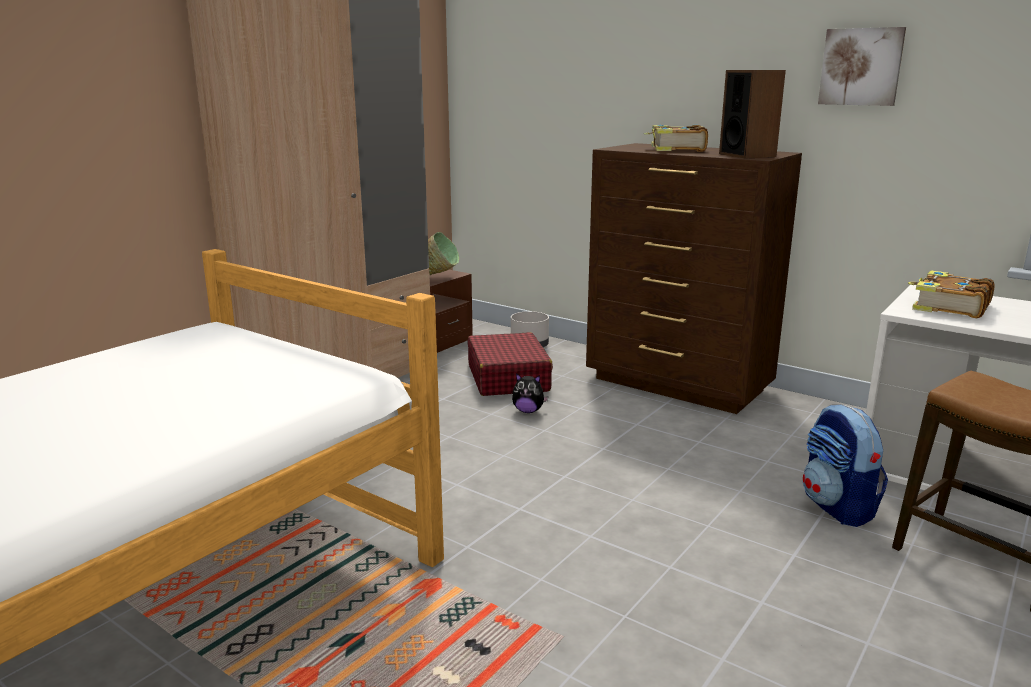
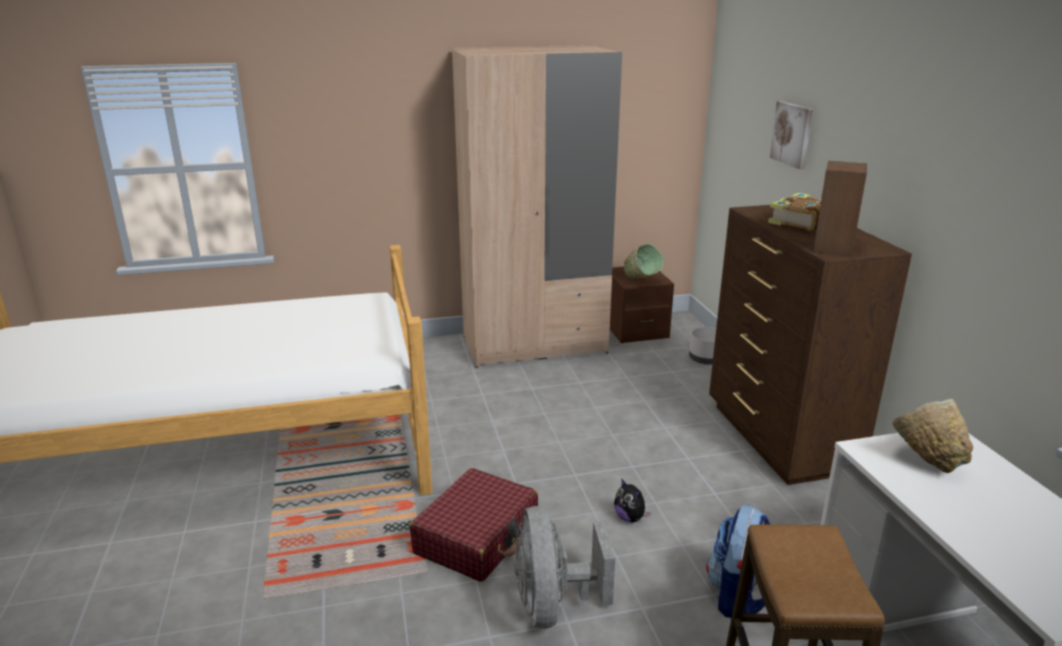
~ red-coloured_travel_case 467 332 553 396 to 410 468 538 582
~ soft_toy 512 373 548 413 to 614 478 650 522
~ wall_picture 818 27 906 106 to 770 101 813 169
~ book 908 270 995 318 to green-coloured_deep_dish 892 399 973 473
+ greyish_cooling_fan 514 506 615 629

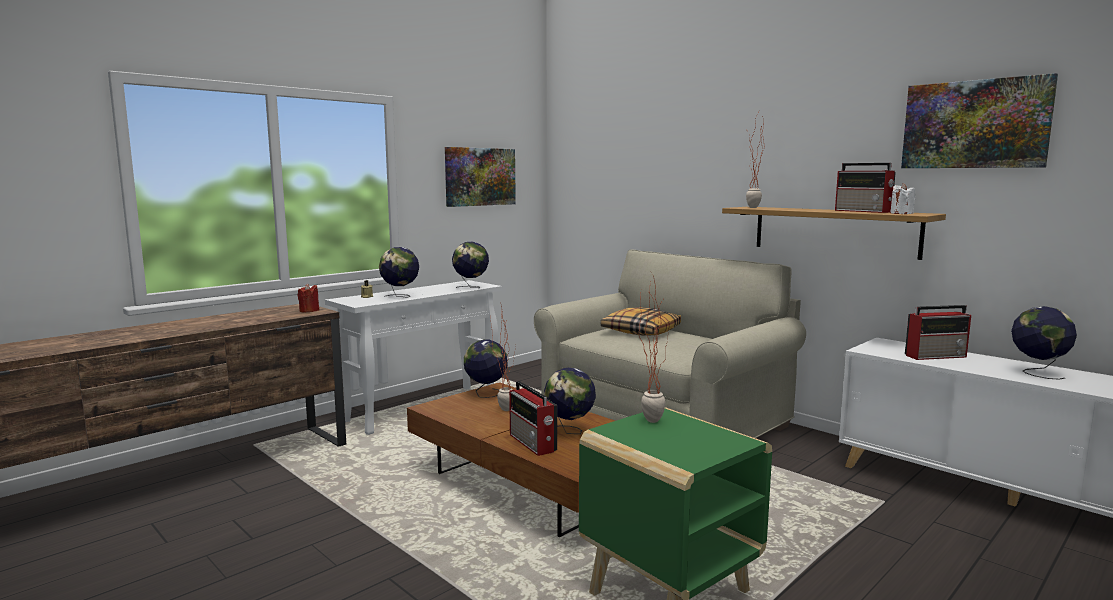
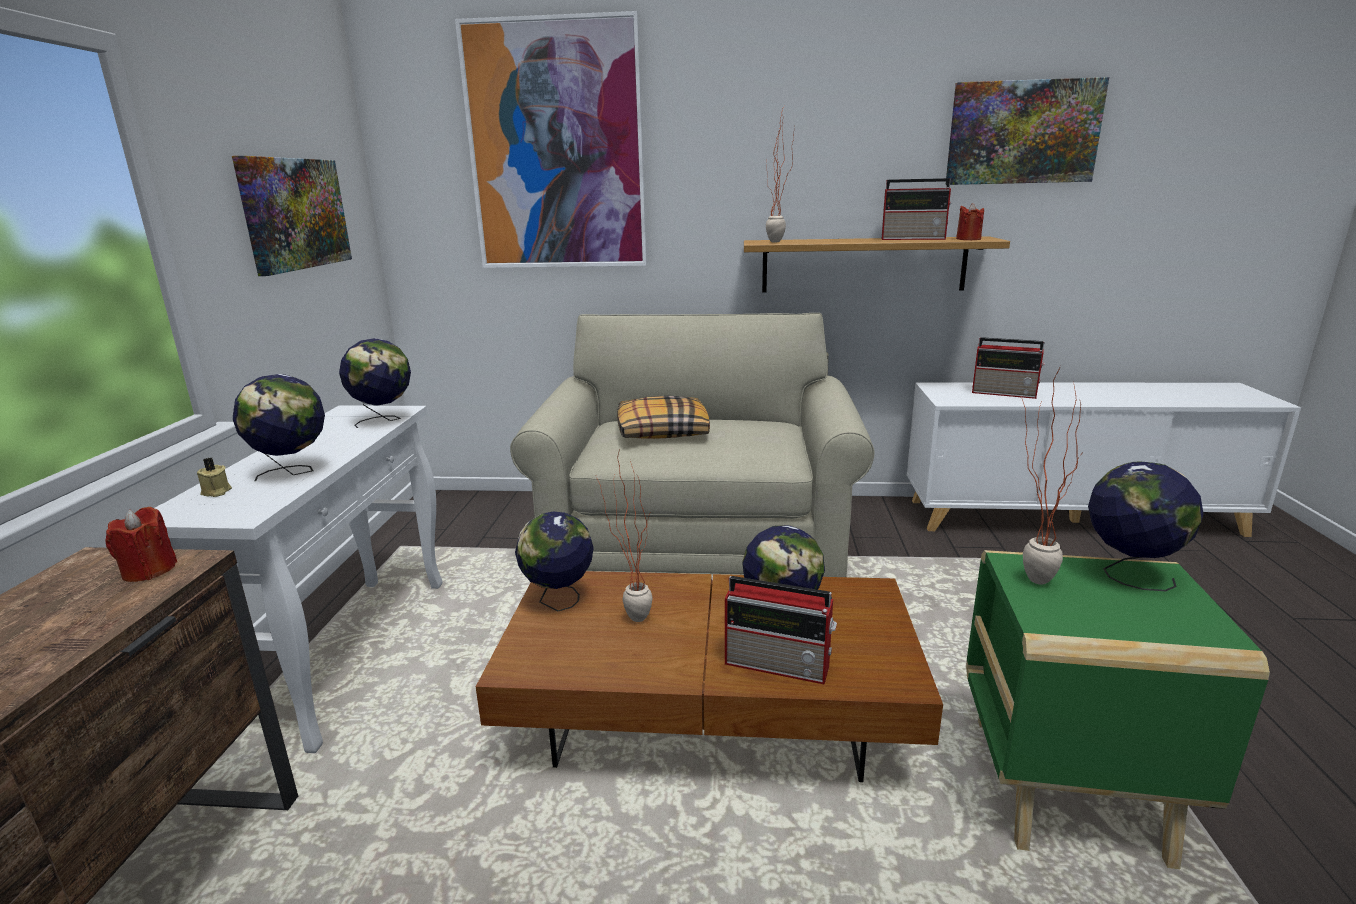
~ white_wax_light 890 183 916 214 to red-coloured_wax_light 956 203 984 240
~ radio_receiver 905 305 971 360 = 972 337 1045 399 75 degrees clockwise
~ desk_globe 1011 306 1077 380 to 1088 461 1204 591
+ wall_picture 455 11 647 268

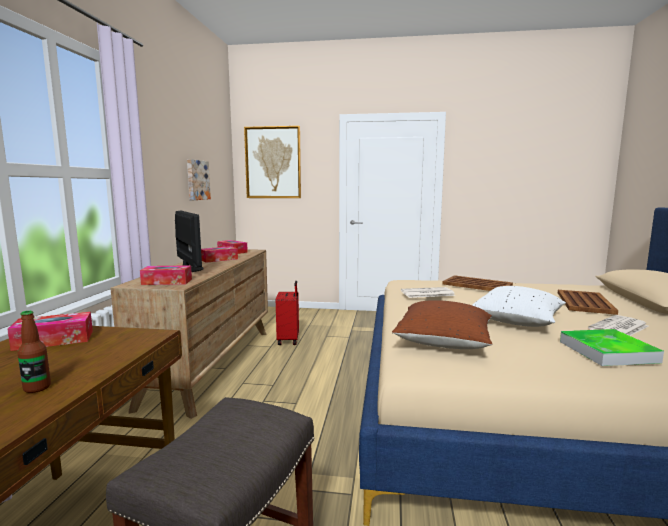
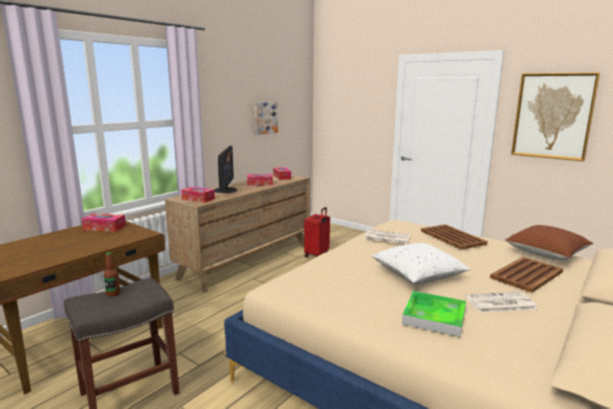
~ beverage_bottle 17 311 51 393 to 104 252 120 297
~ wall_picture 244 126 301 198 to 511 72 600 161
~ brown-coloured_cushion 392 300 493 349 to 505 225 593 260

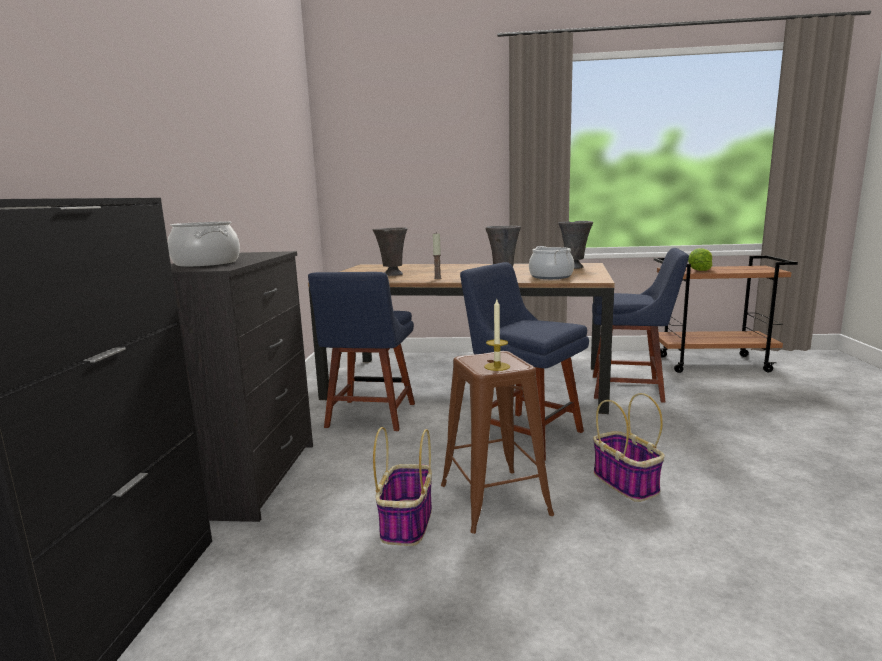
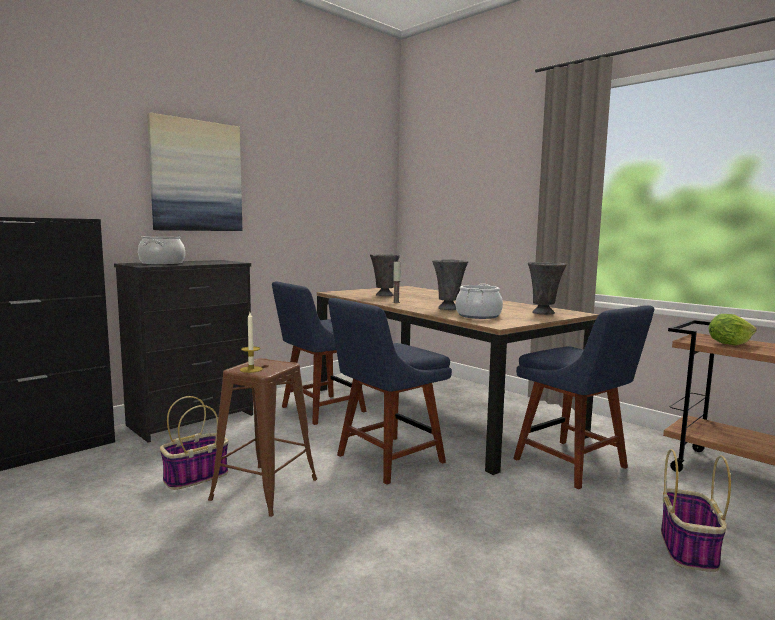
~ blue-coloured_plain_chair 460 262 589 460 = 328 298 452 485 120 degrees counterclockwise
~ household_basket 593 393 665 502 to 661 449 731 572
+ wall_picture 147 113 242 231

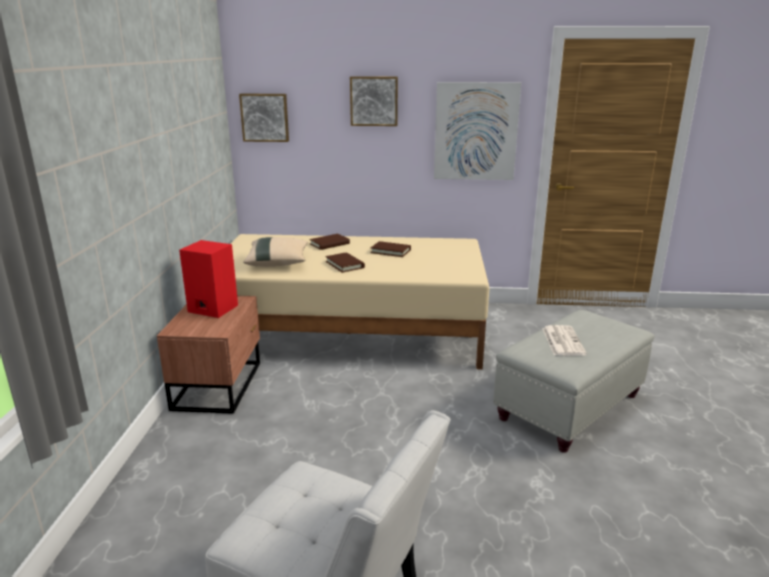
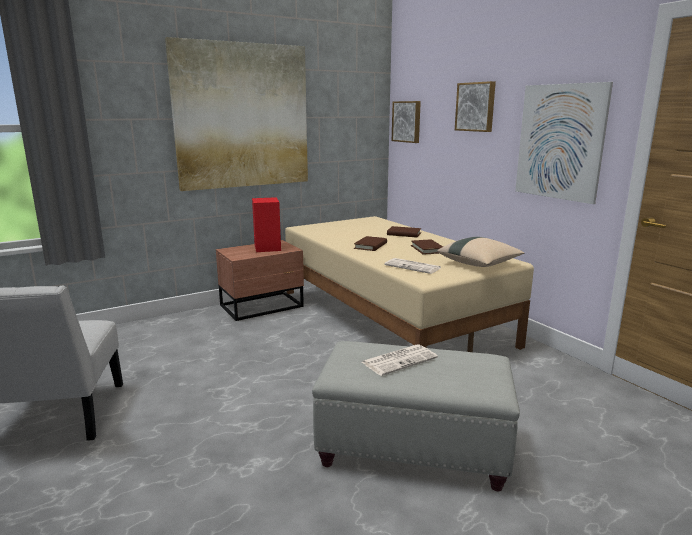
~ beige-coloured_cushion 244 237 308 267 to 437 237 525 267
+ wall_picture 165 37 308 191
+ newspaper 384 258 441 274

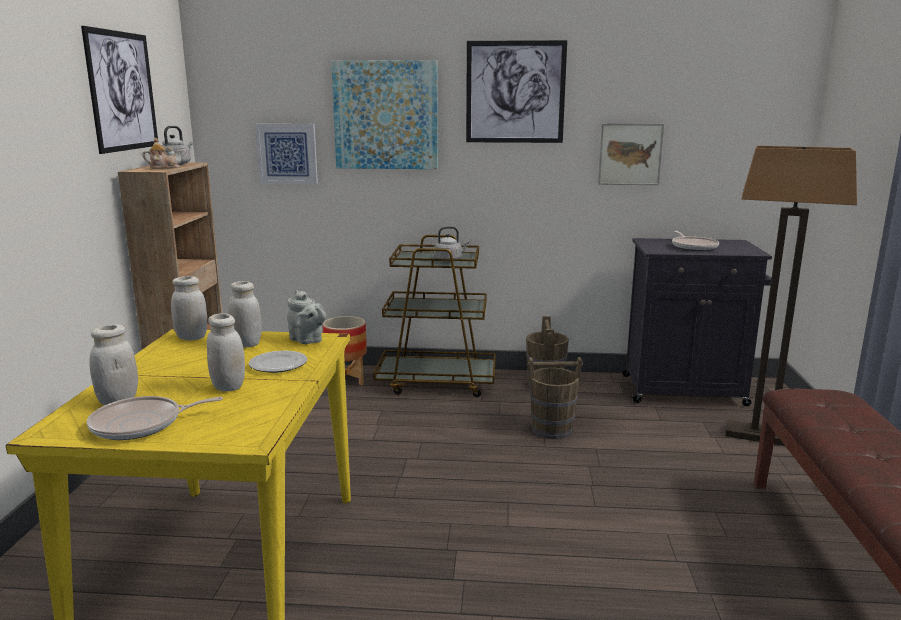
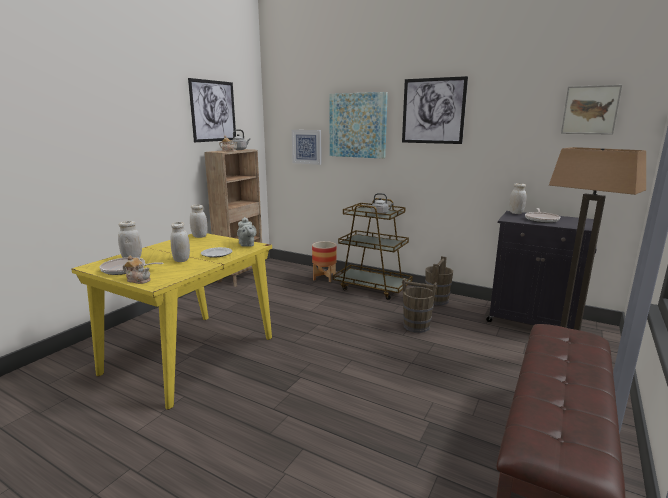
~ white_storage_jar 228 281 262 348 to 509 183 527 214
~ wall_picture 598 123 664 185 to 561 85 622 135
+ teapot 123 256 151 284

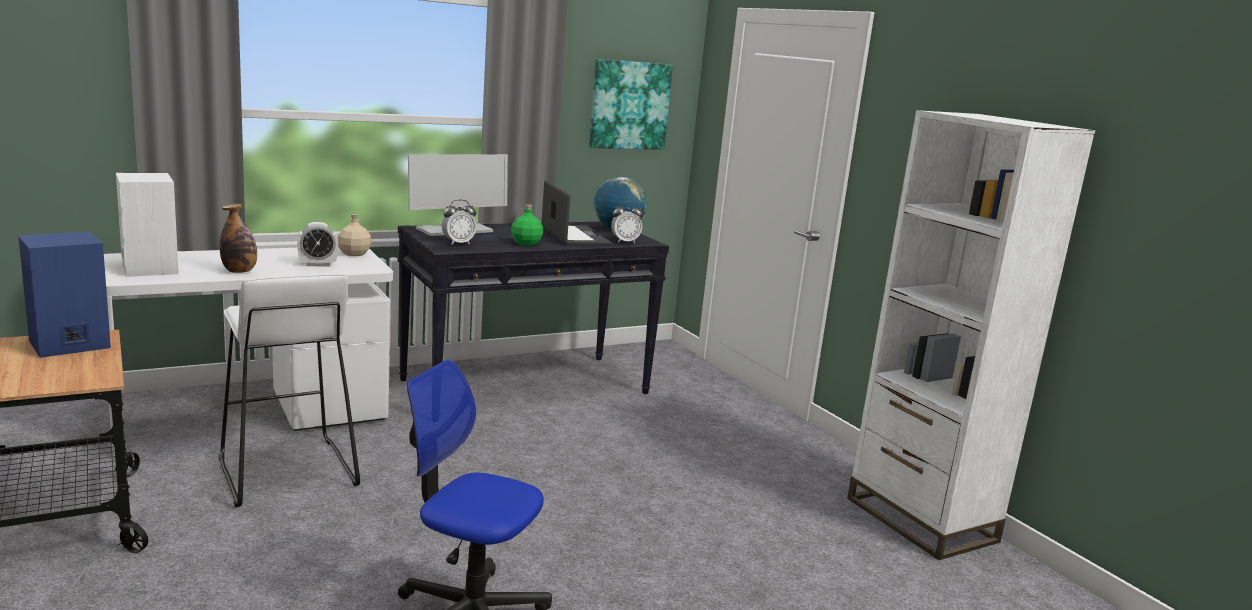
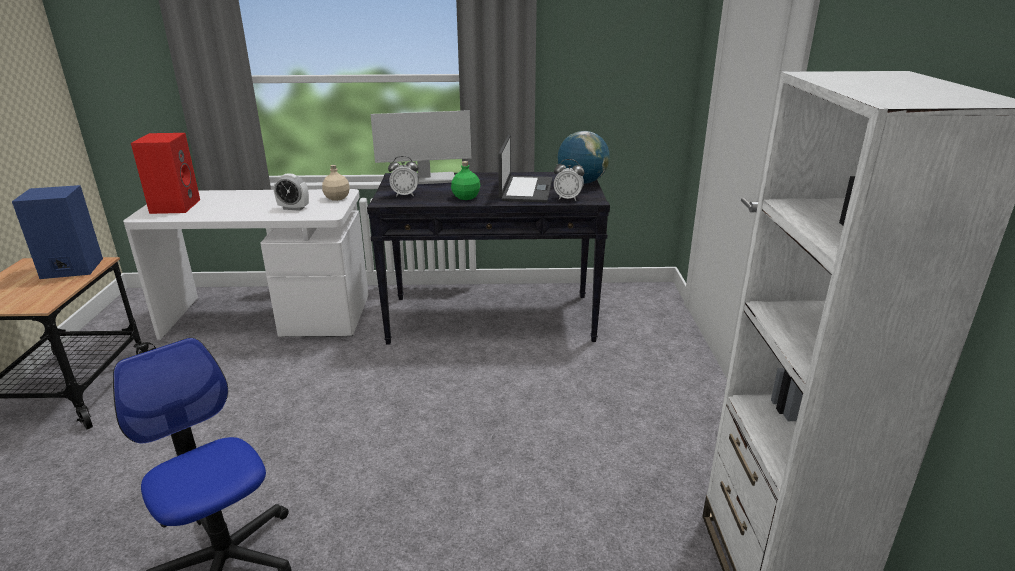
~ white_audio_speaker 116 173 179 277 to red-coloured_audio_speaker 131 133 200 214
- white_sitting_stool 219 273 360 507
- beverage_bottle 220 204 257 273
- wall_picture 589 59 673 150

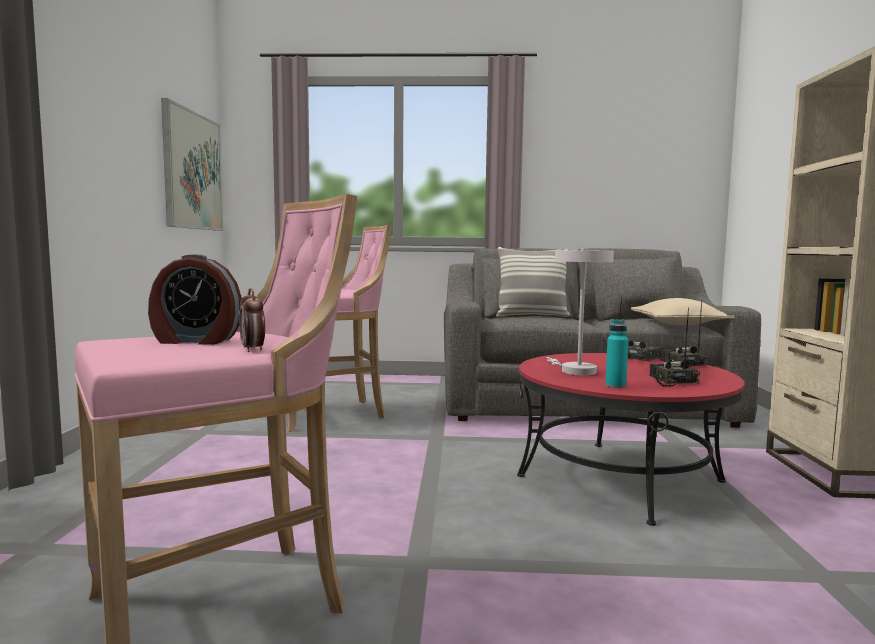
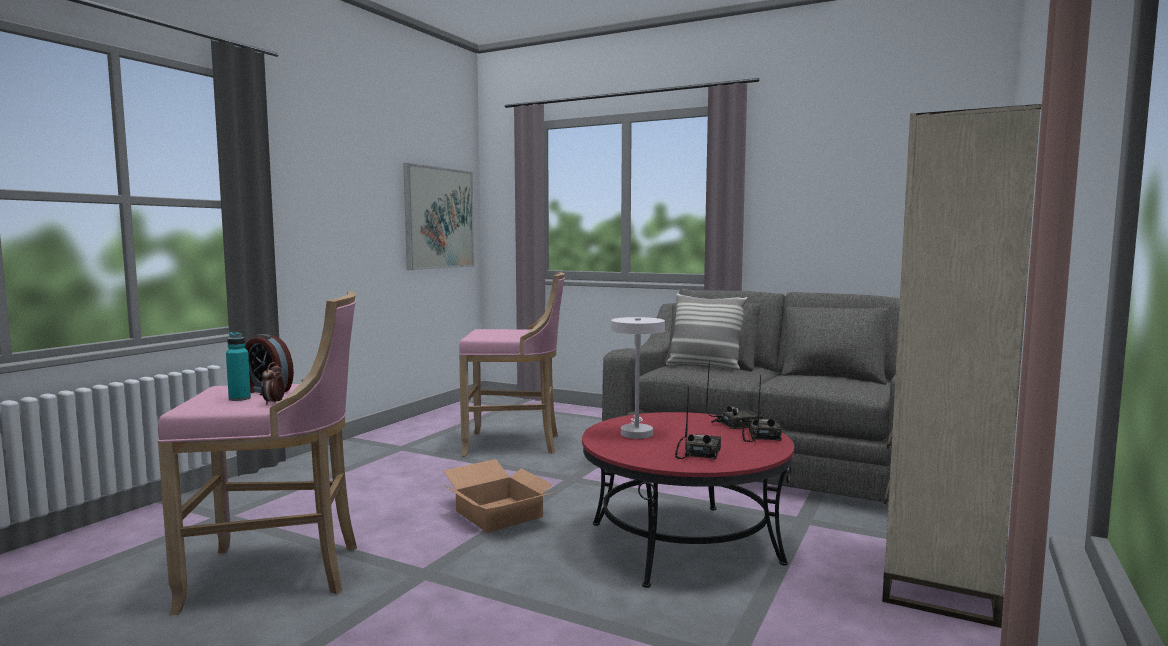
~ turquoise_beverage_bottle 605 319 629 388 to 226 332 251 401
- beige-coloured_cushion 631 298 735 325
+ packing_box 443 459 559 533

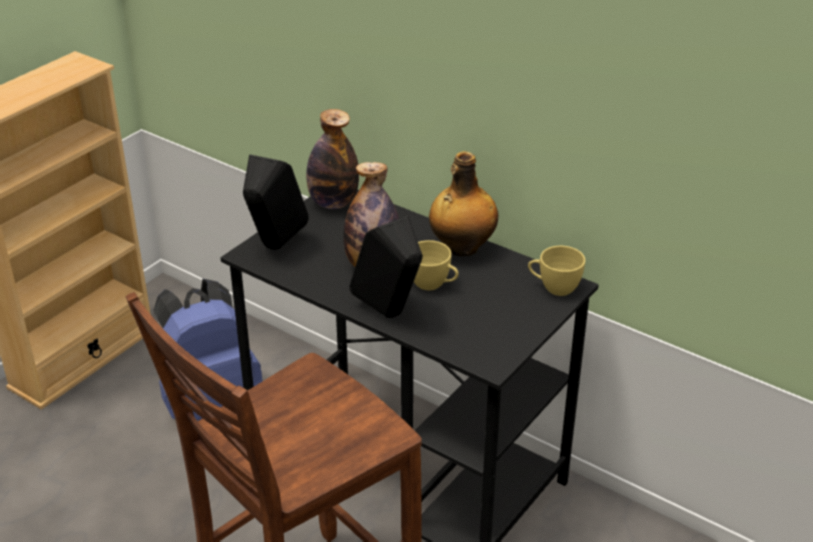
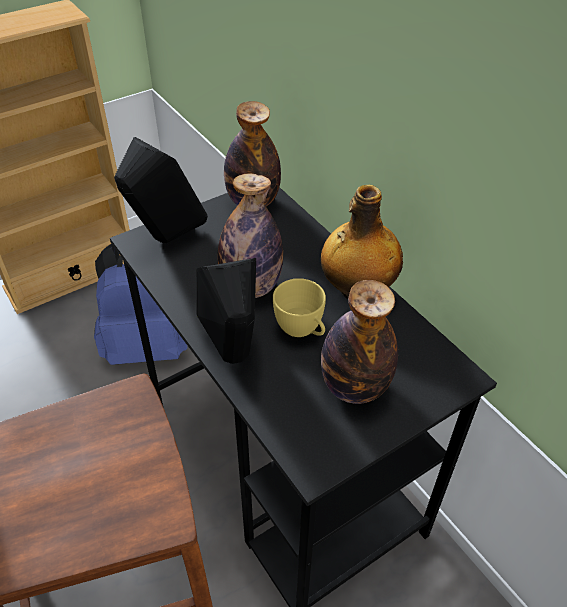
- yellow-coloured_cup 528 246 585 296
+ beverage_bottle 321 280 398 404

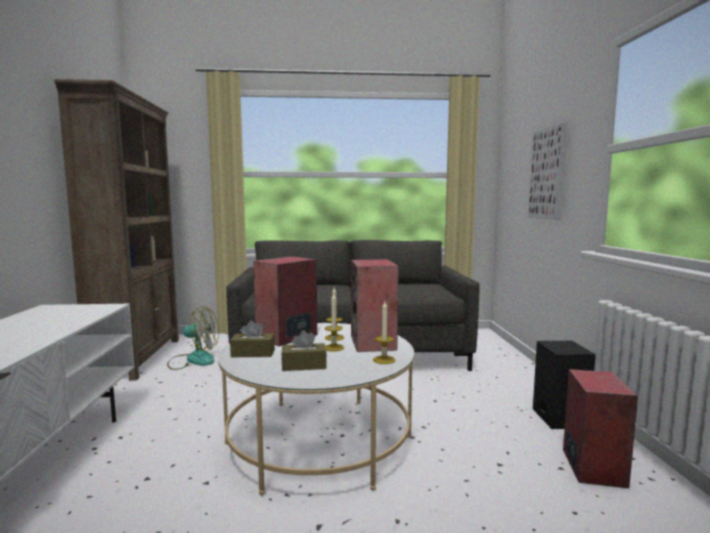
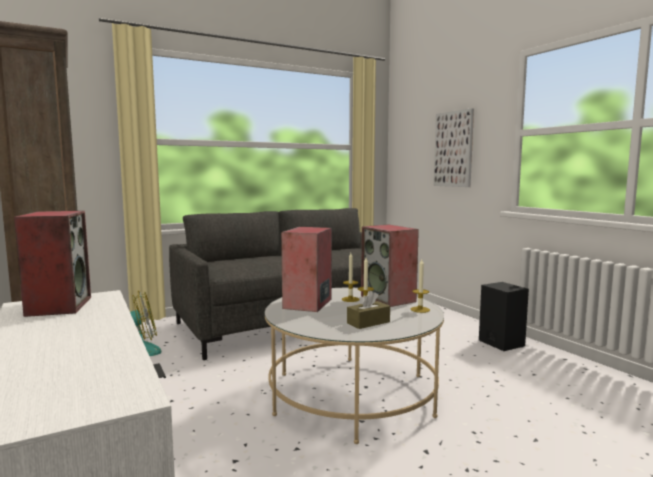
- brown-coloured_box_of_tissues 230 321 275 357
~ audio_speaker 563 369 638 488 to 14 211 91 317

